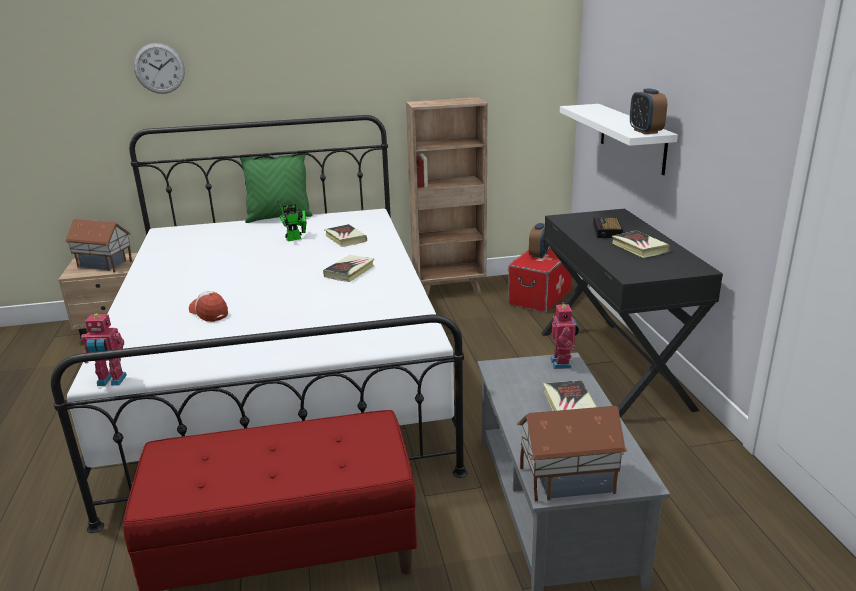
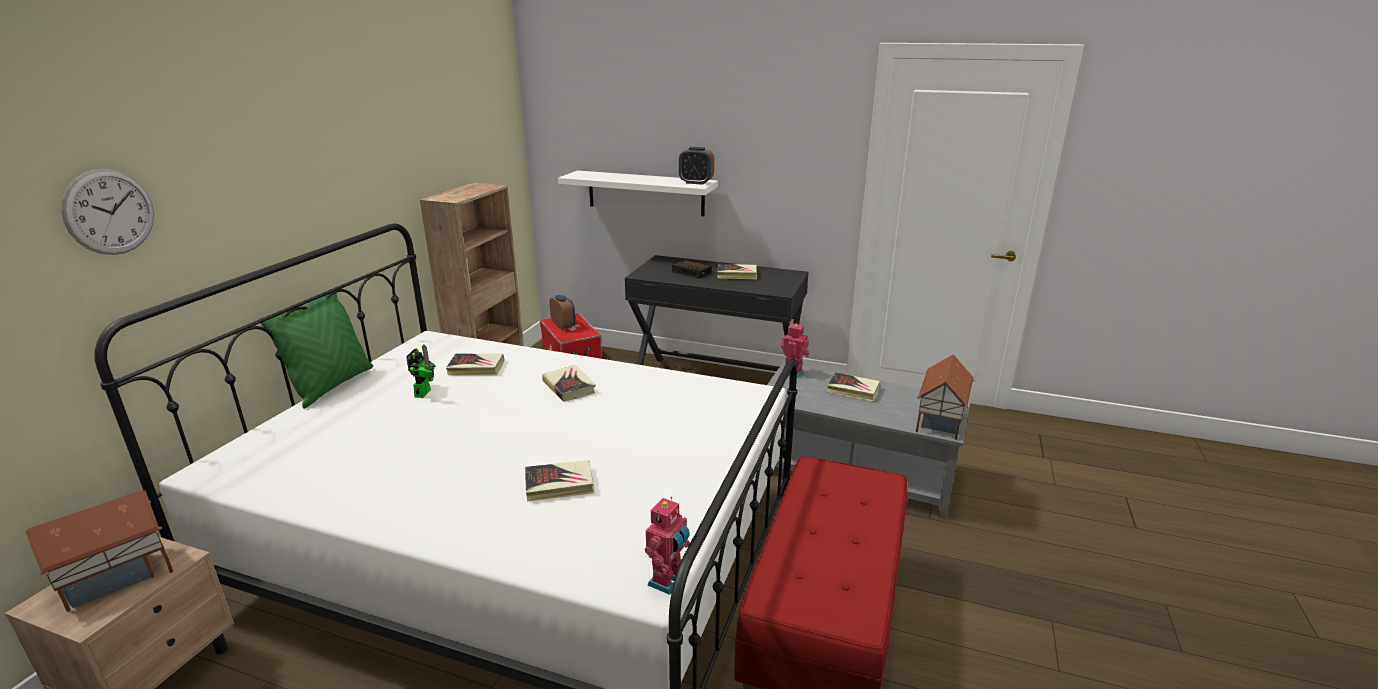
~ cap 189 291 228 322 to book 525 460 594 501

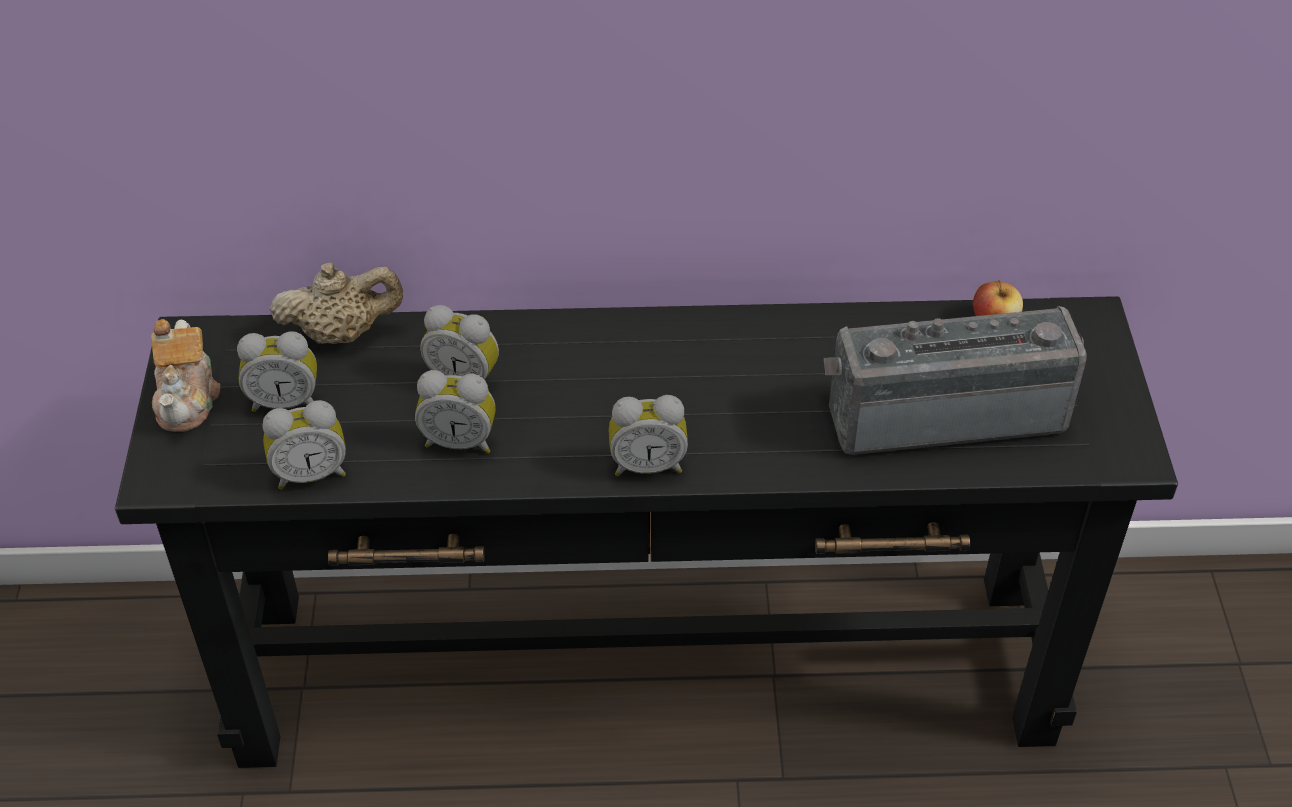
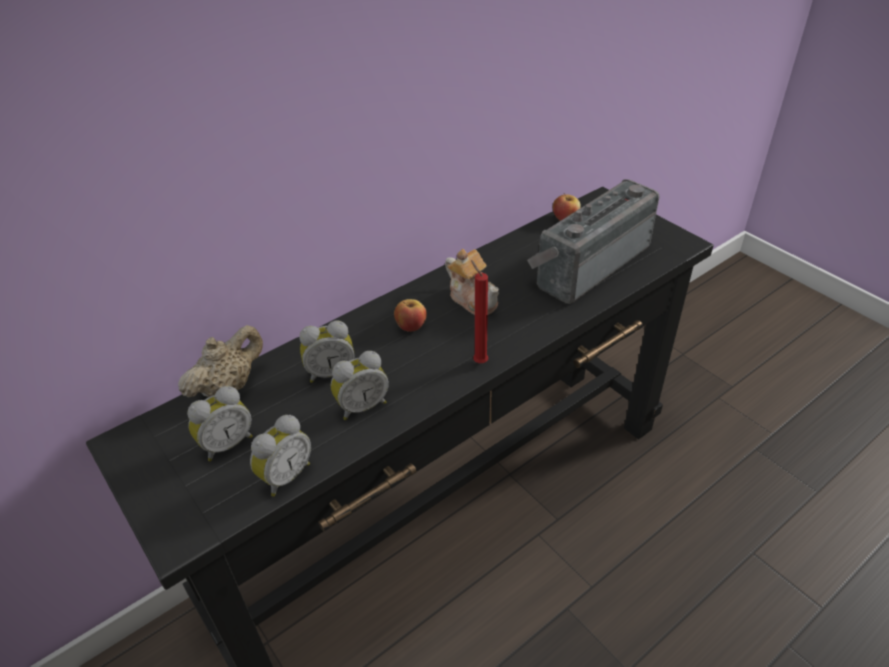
~ teapot 151 319 220 432 to 445 249 499 315
~ bedside_clock 609 395 688 476 to red-coloured_wax_light 471 260 488 363
+ apple_fruit 394 299 427 332

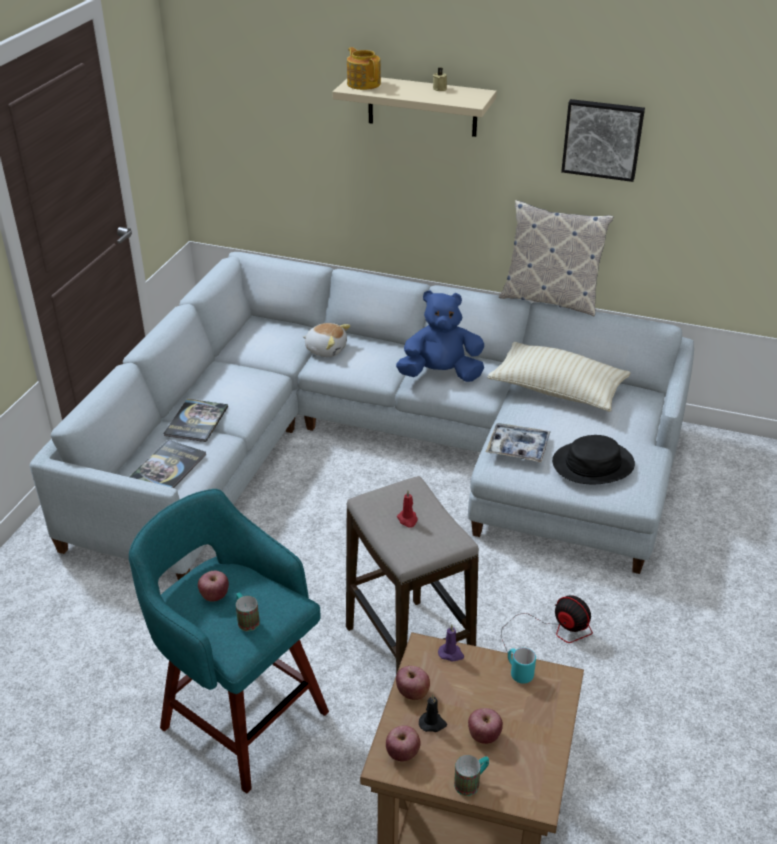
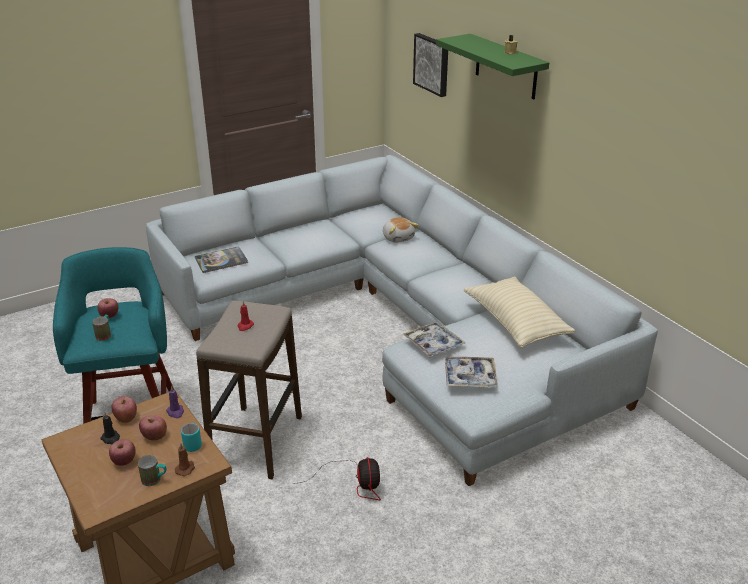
- book 163 399 228 442
~ beige-coloured_wall_shelf 332 77 497 137 to green-coloured_wall_shelf 436 34 549 99
- teapot 347 47 381 90
~ apple_fruit 386 726 421 761 to 139 415 167 441
- blue-coloured_soft_toy 396 290 484 382
~ mug 454 755 489 796 to 138 455 167 486
- cushion 499 200 613 316
~ black-coloured_wearable_hat 552 435 635 485 to carrying_tray 445 357 498 388
~ wall_picture 561 99 645 182 to 413 33 448 97
+ brown-coloured_wax_light 175 443 195 476

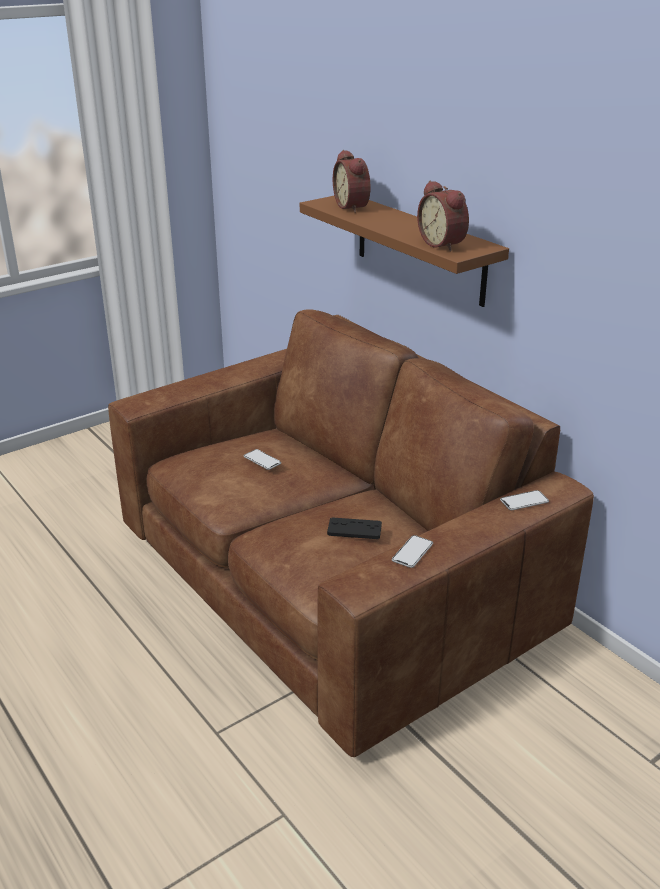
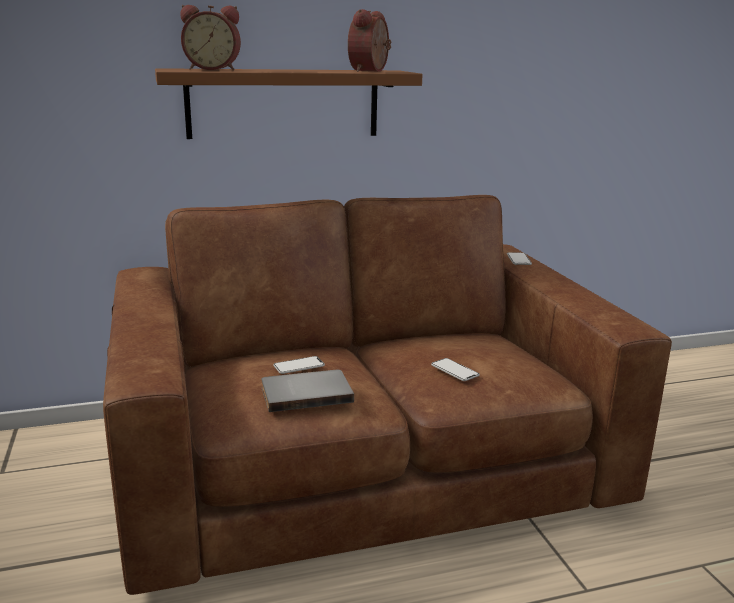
- black-coloured_joypad 327 517 382 539
~ phone 392 535 433 568 to 431 358 480 381
~ bedside_clock 417 181 469 251 = 348 9 391 72 120 degrees clockwise
+ greyish_book 261 370 354 412

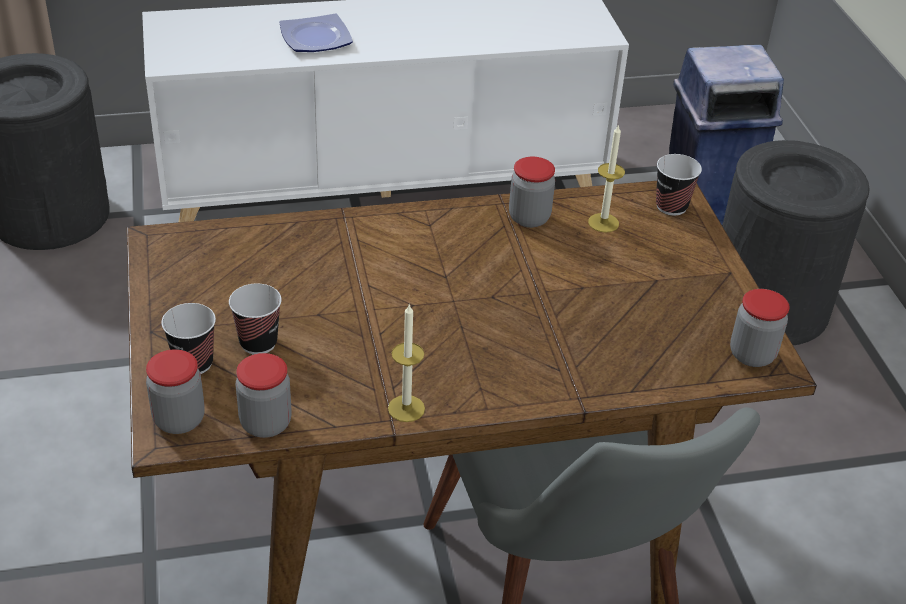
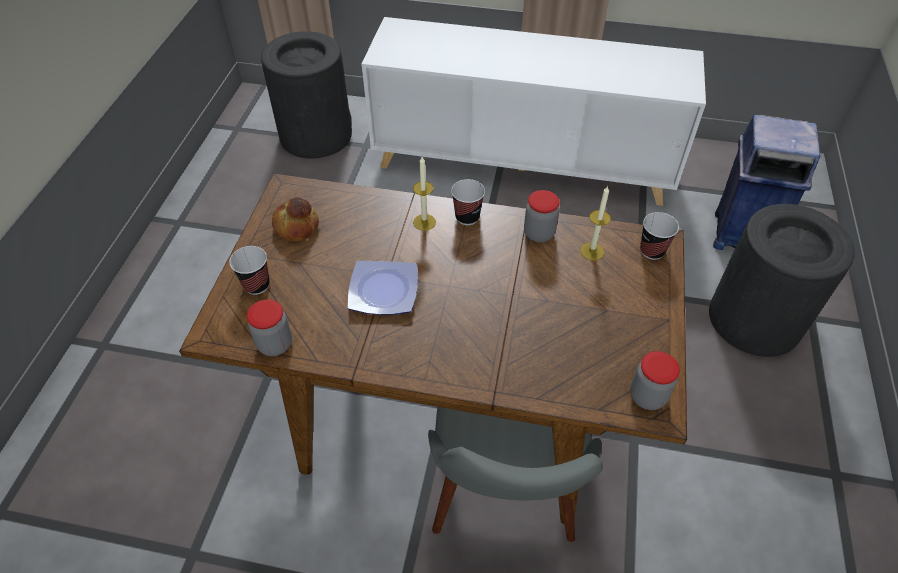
- storage_jar 146 349 205 434
~ cup 229 283 282 354 to 451 179 485 225
~ plate 279 13 353 52 to 348 261 418 315
~ wax_light 388 305 425 422 to 413 157 436 231
+ bakery_bread 272 197 319 241

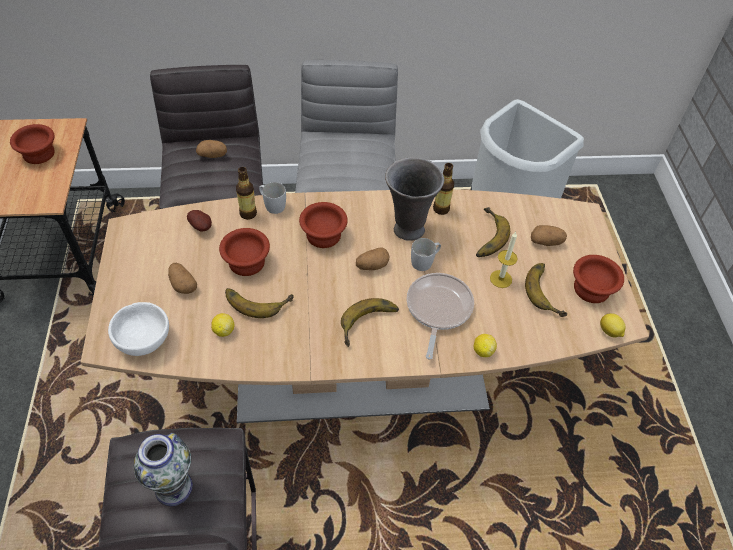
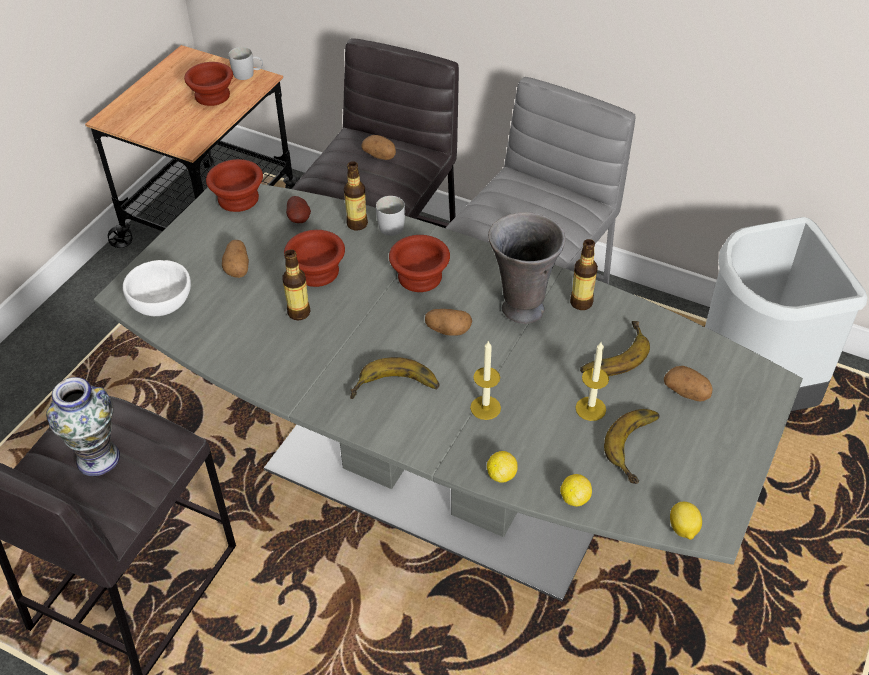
~ brown-coloured_dinner_table 81 190 649 423 to greyish_dinner_table 93 184 803 601
~ citrus_fruit 211 313 234 337 to 560 474 592 506
~ banana_fruit 225 288 294 318 to beverage_bottle 282 250 311 320
~ frying_pan 407 273 474 359 to wax_light 470 341 501 420
~ white_mug 411 238 441 271 to 229 47 263 80
~ brown-coloured_deep_dish 573 255 624 303 to 206 159 263 212

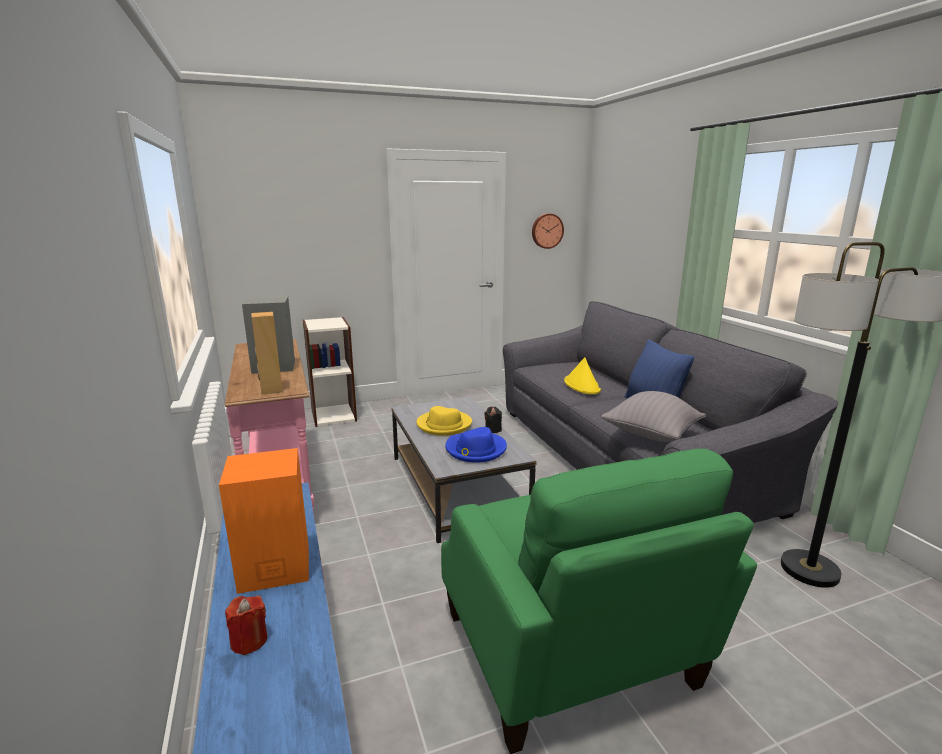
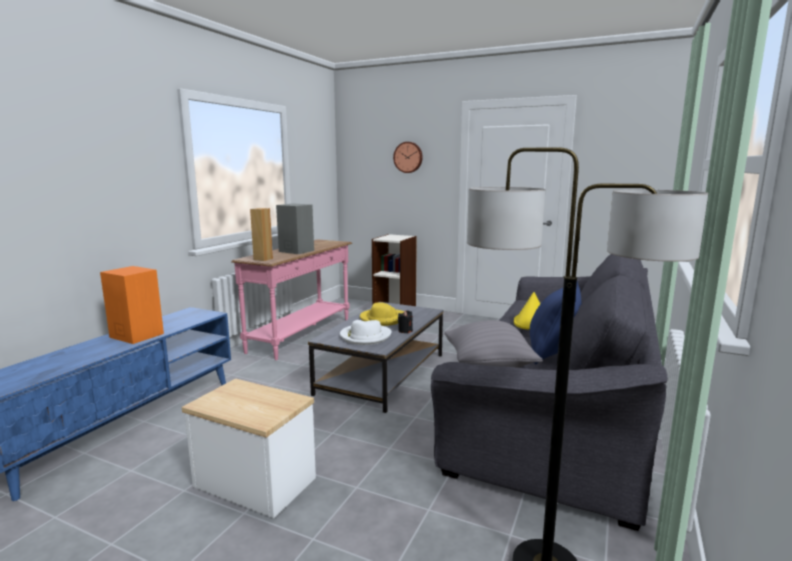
- red-coloured_wax_light 225 596 267 655
~ green-coloured_lounge_chair 441 448 757 754 to accent_table 182 378 316 518
~ blue-coloured_wearable_hat 445 427 507 463 to white_wearable_hat 340 320 392 345
~ clock_on_the_wall 532 214 564 249 to 393 142 423 173

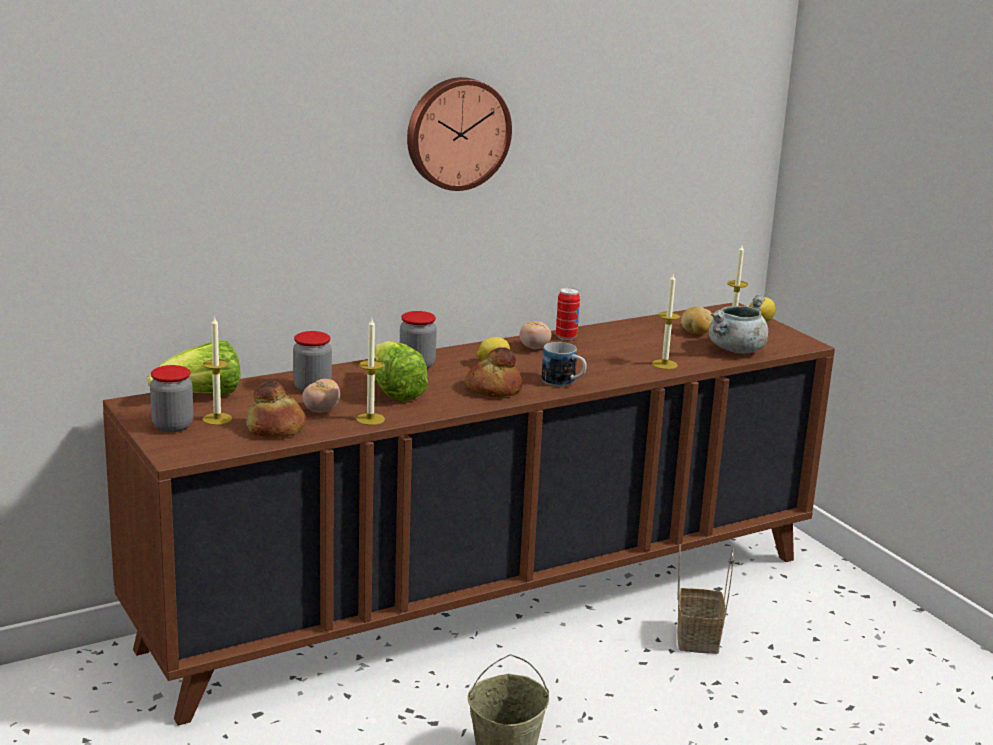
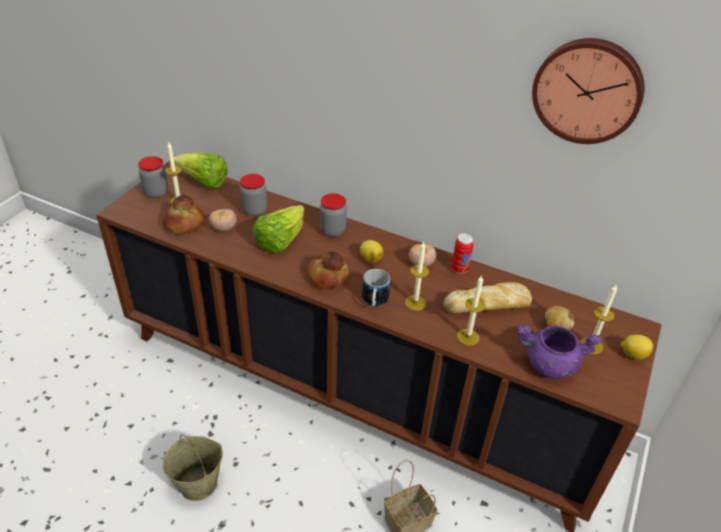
~ wax_light 356 318 385 425 to 405 242 429 311
~ clock_on_the_wall 407 77 512 191 to 532 38 645 144
~ greyish_cooking_pot 709 295 769 354 to purple_cooking_pot 518 325 602 379
+ bakery_bread 443 282 532 314

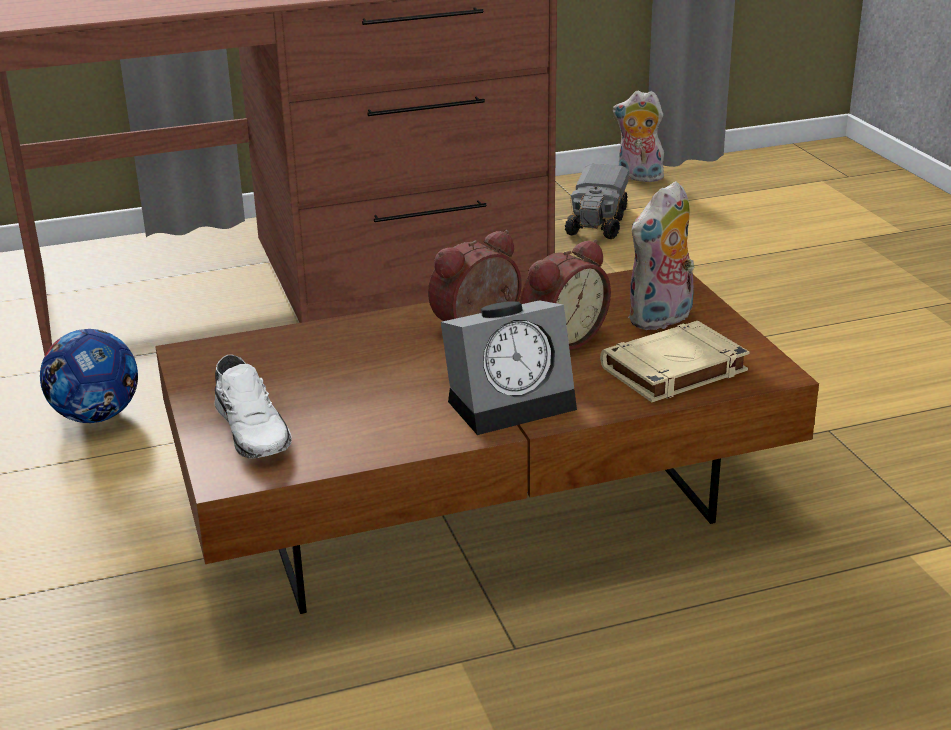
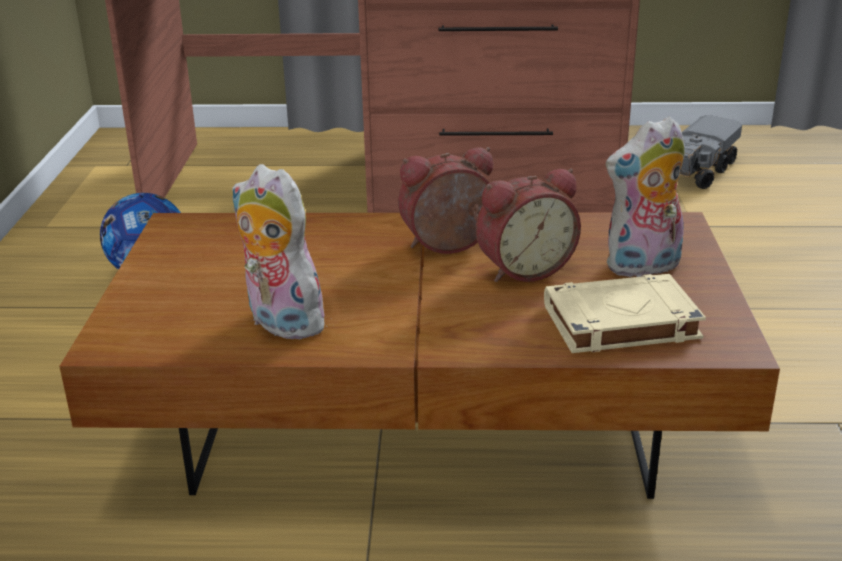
- white_shoe 215 355 292 459
- bedside_clock 441 300 577 435
~ soft_toy 613 90 667 182 to 232 164 327 340

